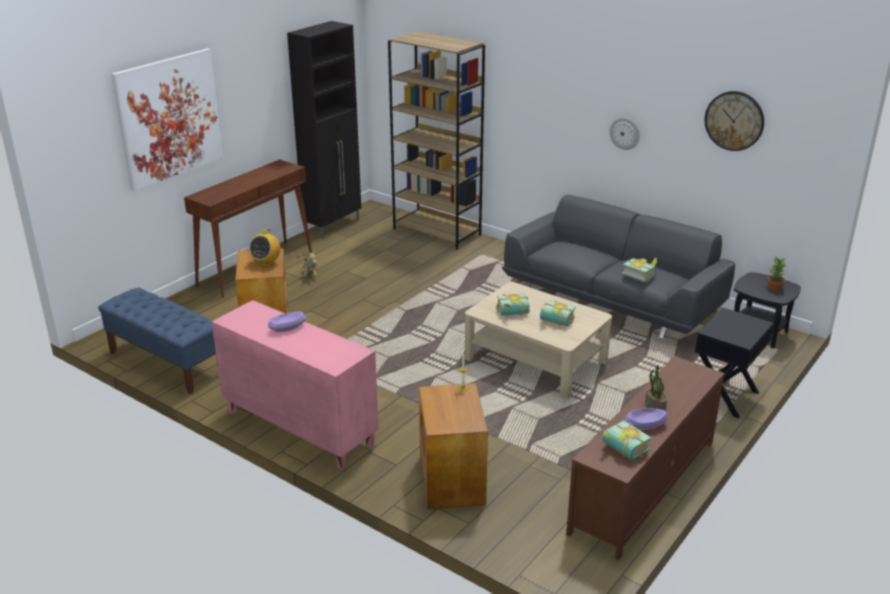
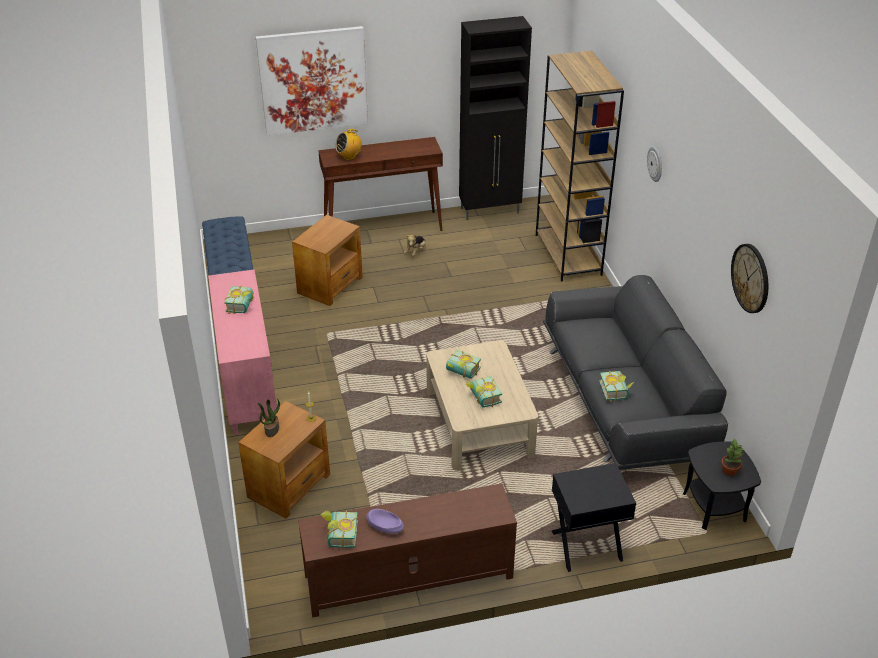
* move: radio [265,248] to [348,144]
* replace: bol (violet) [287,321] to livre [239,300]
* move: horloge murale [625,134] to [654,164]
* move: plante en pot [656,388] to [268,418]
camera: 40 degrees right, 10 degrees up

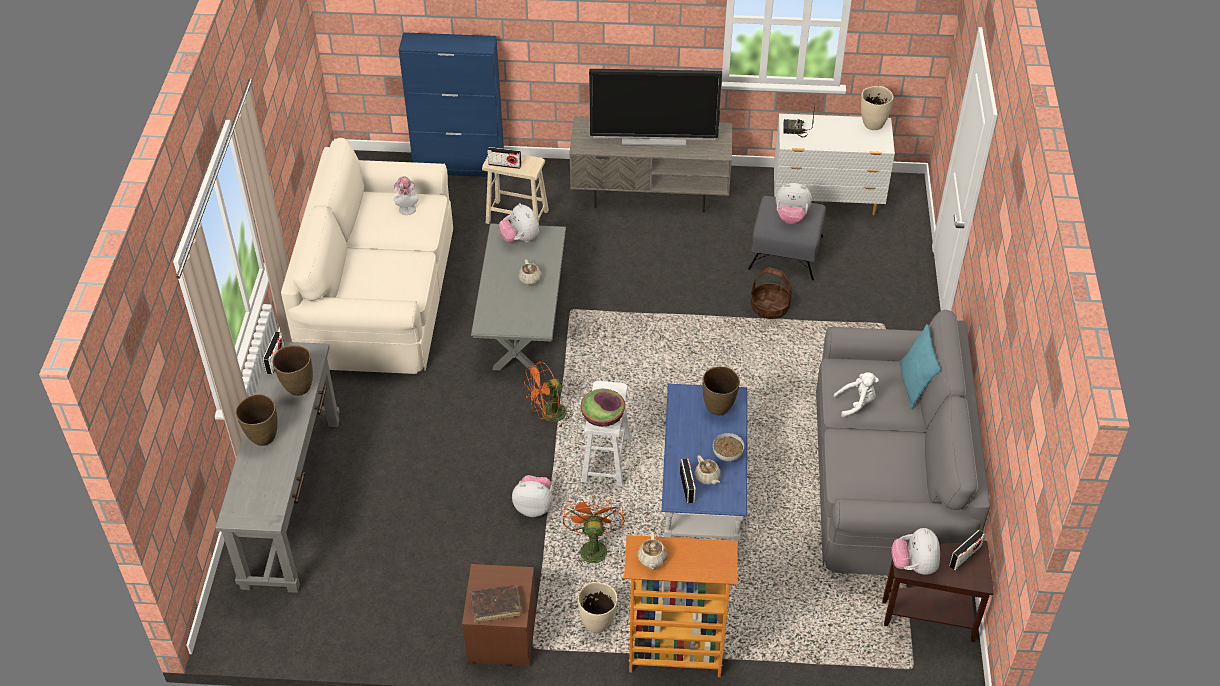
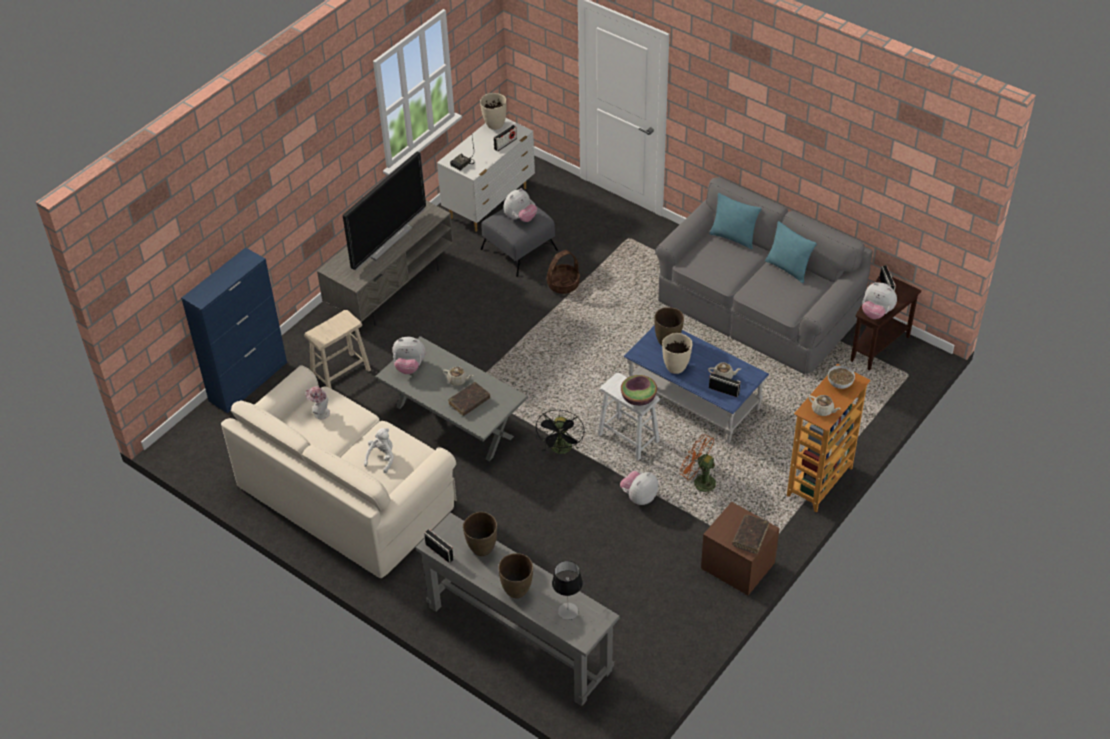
* move: radio [504,158] to [505,138]
* recolor: ventilateur (orange) [548,394] to ventilateur (noir) [560,431]
* move: vase (beige) [597,607] to [677,353]
* move: bol [728,447] to [841,377]
* move: peluche (blanc) [856,394] to [379,450]
* insert: livre (marron) [469,399]
* insert: lampe de table [567,590]
* insert: coussin (turquoise) [791,252]
camera: 55 degrees left, 0 degrees up

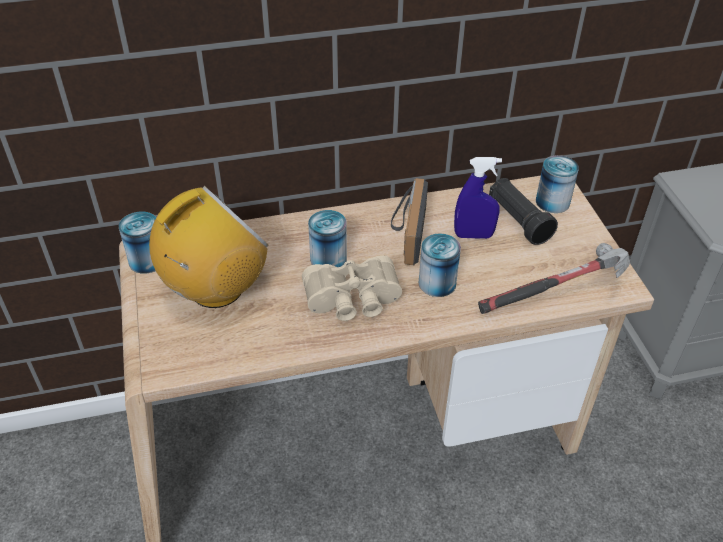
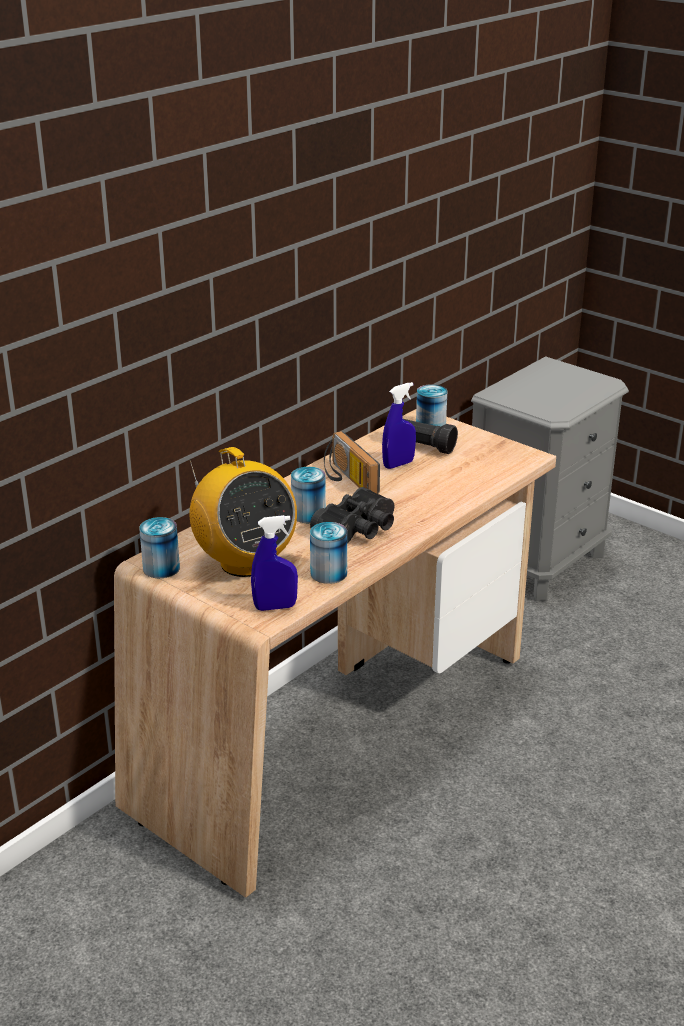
* rotate: radio [208,247] = [243,512] 135 degrees clockwise
* recolor: jumelles (beige) [352,288] to jumelles (noir) [352,515]
* move: boîte métallique [440,265] to [328,553]
* delete: marteau [554,278]
* insert: vaporisateur (bleu) [274,563]
camera: 35 degrees left, 15 degrees down

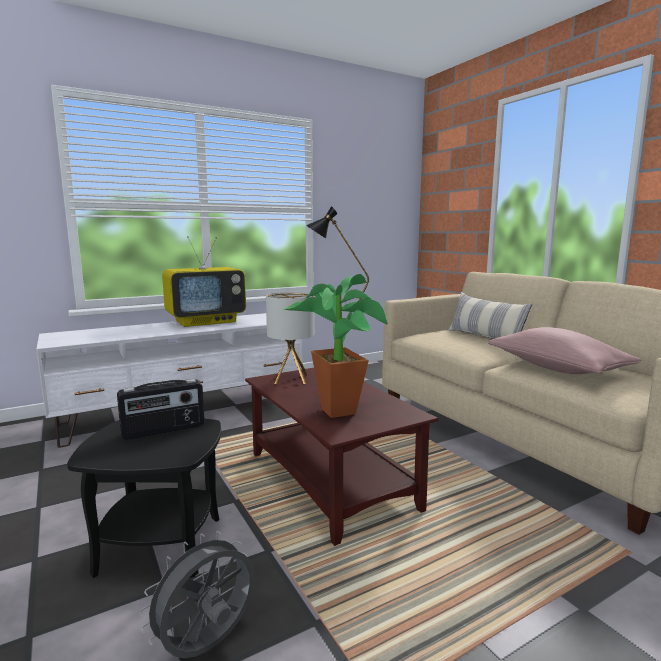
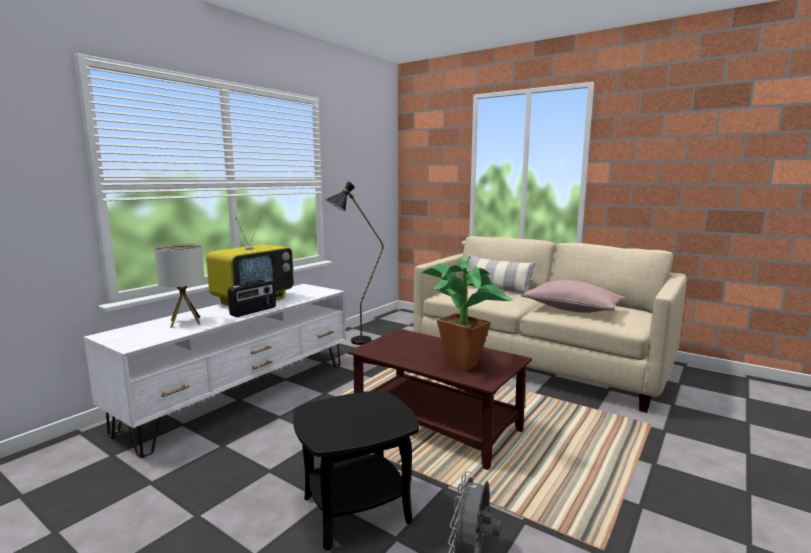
* move: radio [161,409] to [252,298]
* move: lampe de table [290,338] to [179,286]
camera: 25 degrees left, 0 degrees up

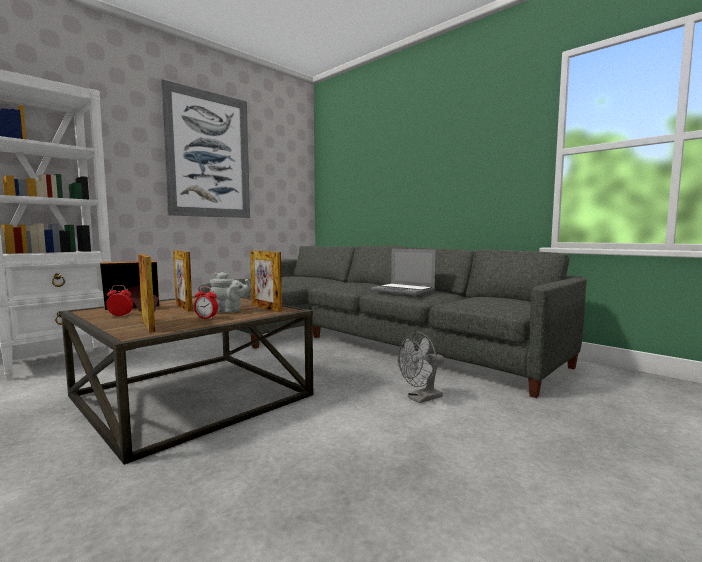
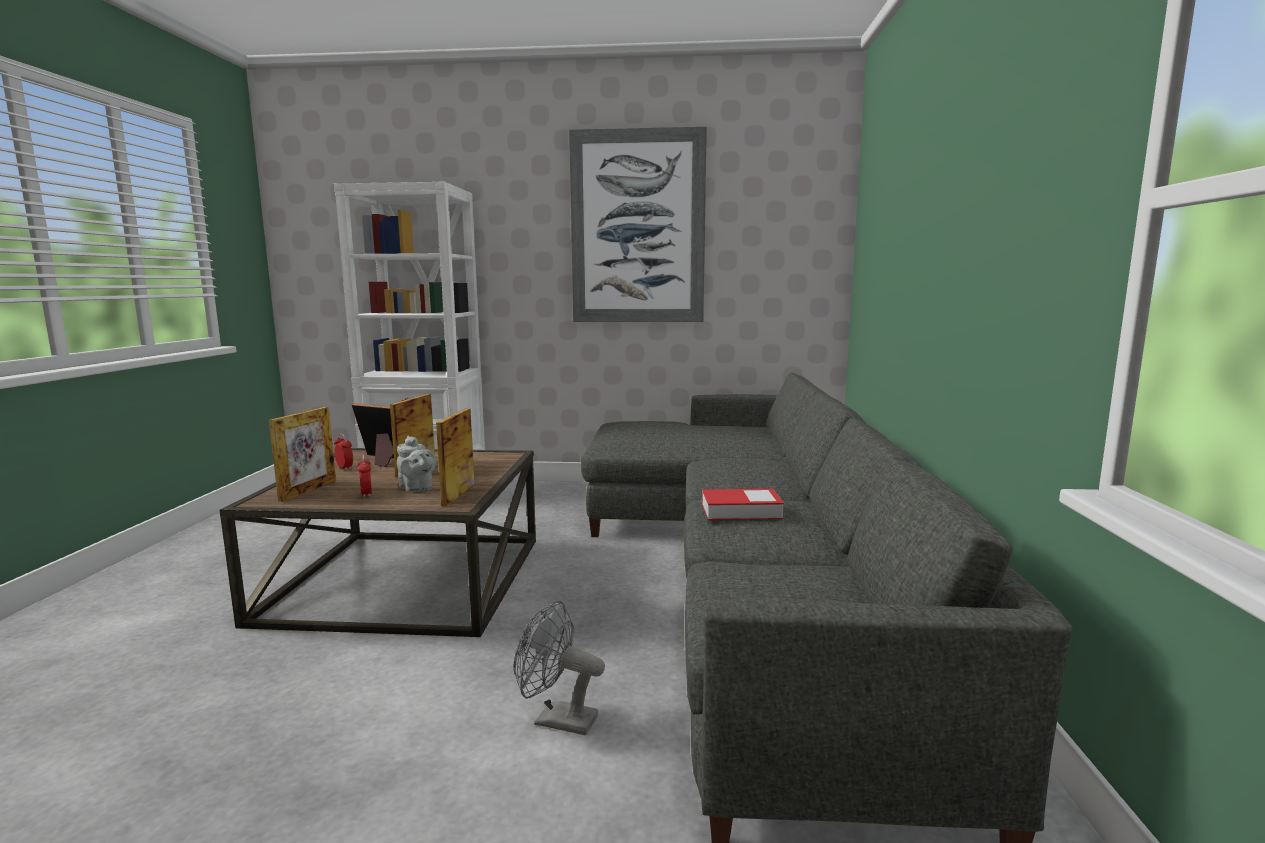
* replace: ordinateur portable [403,272] to livre [743,504]
camera: 50 degrees right, 5 degrees up

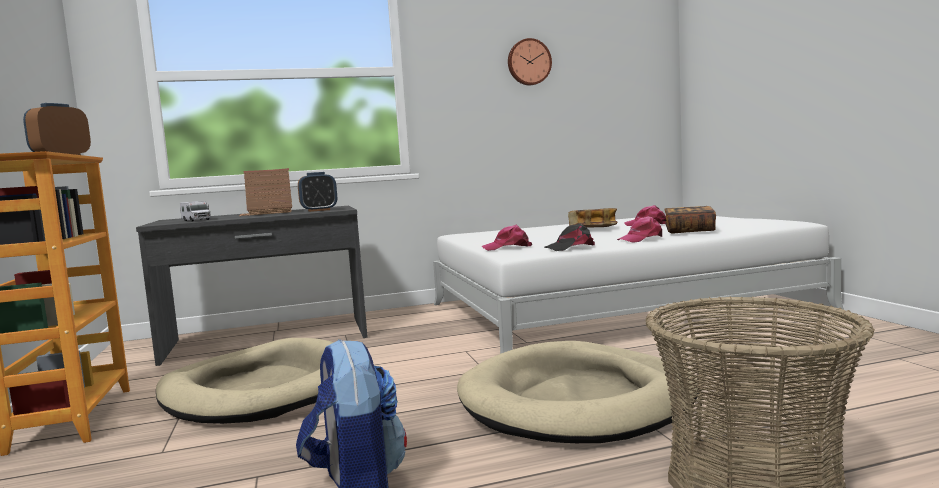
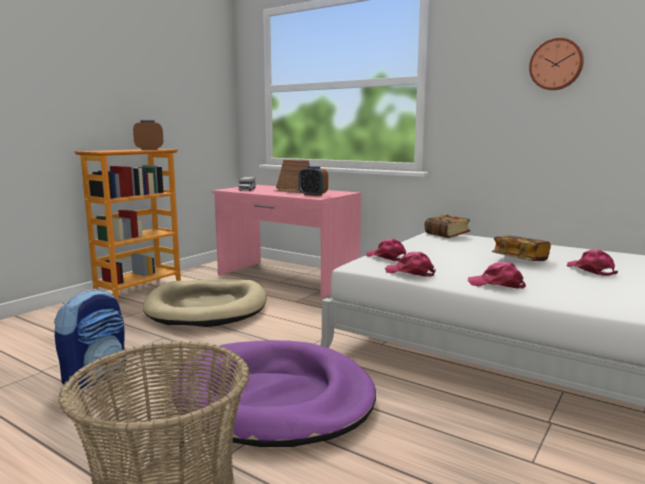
* recolor: bureau (gris) [252,286] to bureau (rose) [286,241]
* recolor: panier pour chien (beige) [577,392] to panier pour chien (violet) [274,393]
* recolor: casquette (noir) [569,237] to casquette (rose) [410,264]
* move: livre [690,219] to [447,226]
camera: 50 degrees right, 5 degrees up

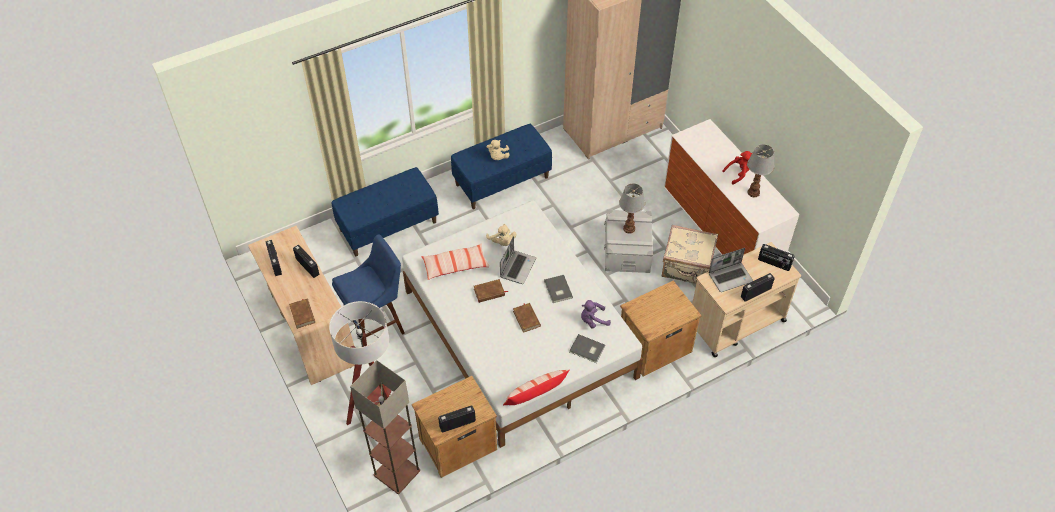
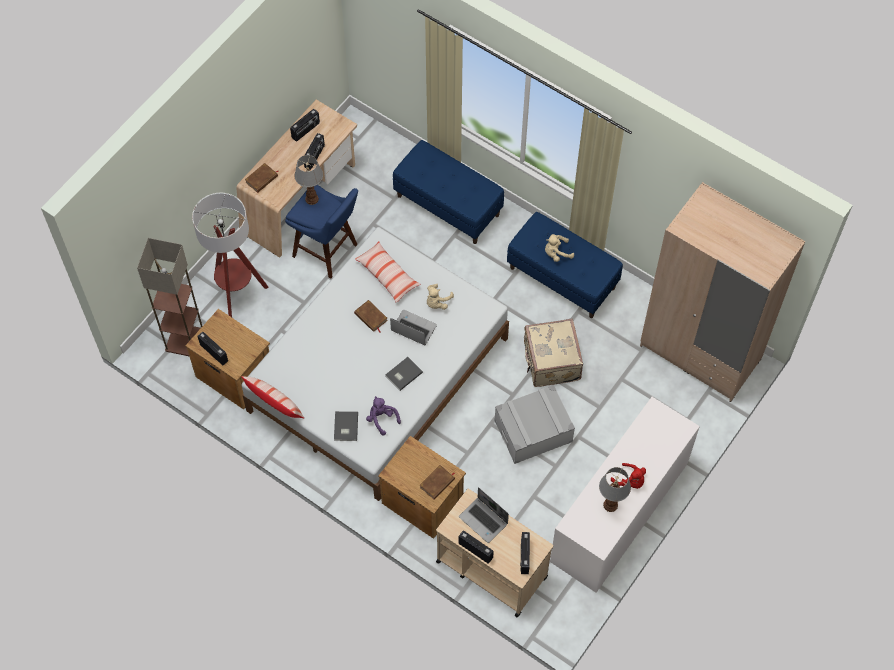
* rotate: ordinateur portable [518,260] = [413,327] 150 degrees counterclockwise
* move: livre (marron) [527,318] to [437,482]
* move: lampe de table [632,208] to [308,180]
* move: valise (beige) [690,254] to [553,353]
camera: 65 degrees right, 10 degrees up

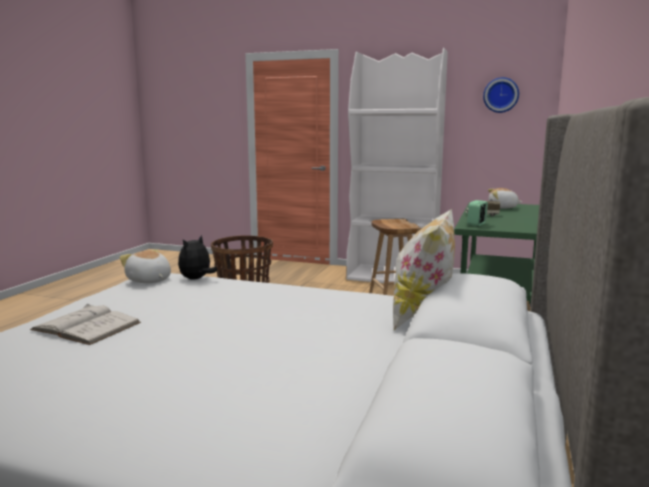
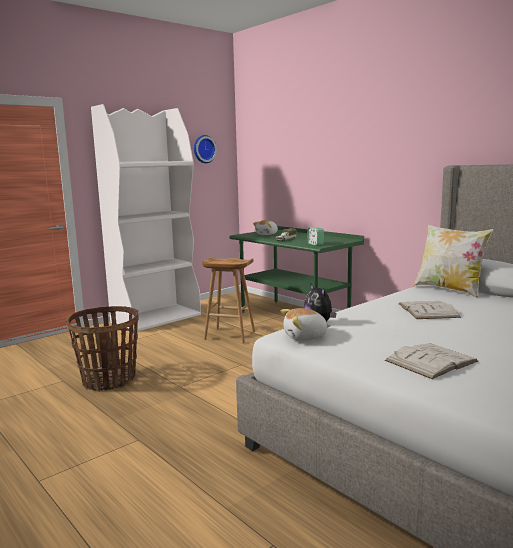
* insert: livre (blanc) [429,310]
camera: 60 degrees left, 0 degrees up

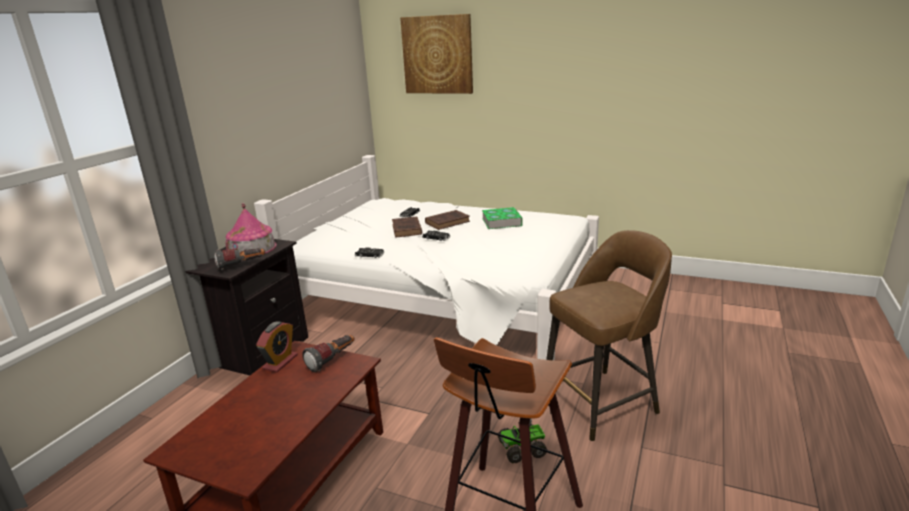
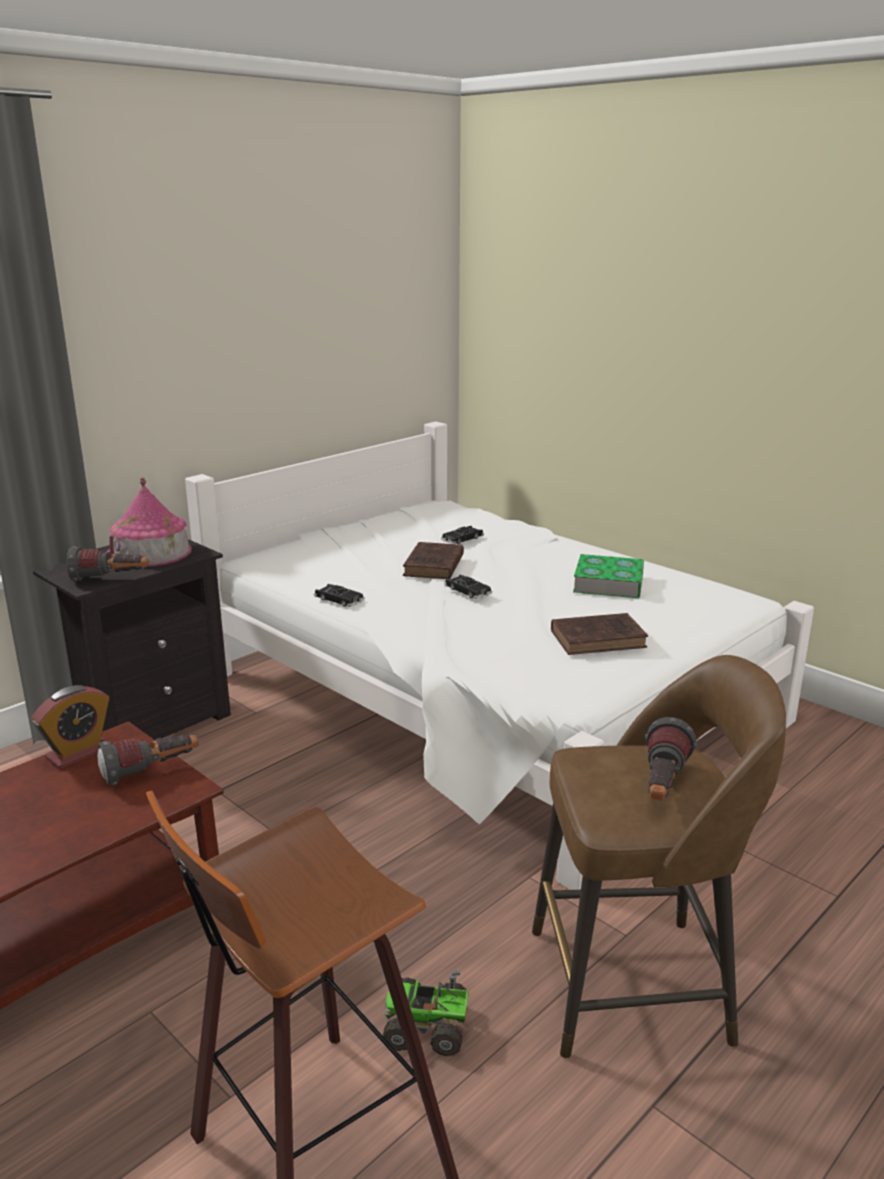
* delete: tableau [436,54]
* move: livre (marron) [447,220] to [599,634]
* insert: lampe de poche [671,759]
camera: 20 degrees right, 0 degrees up

